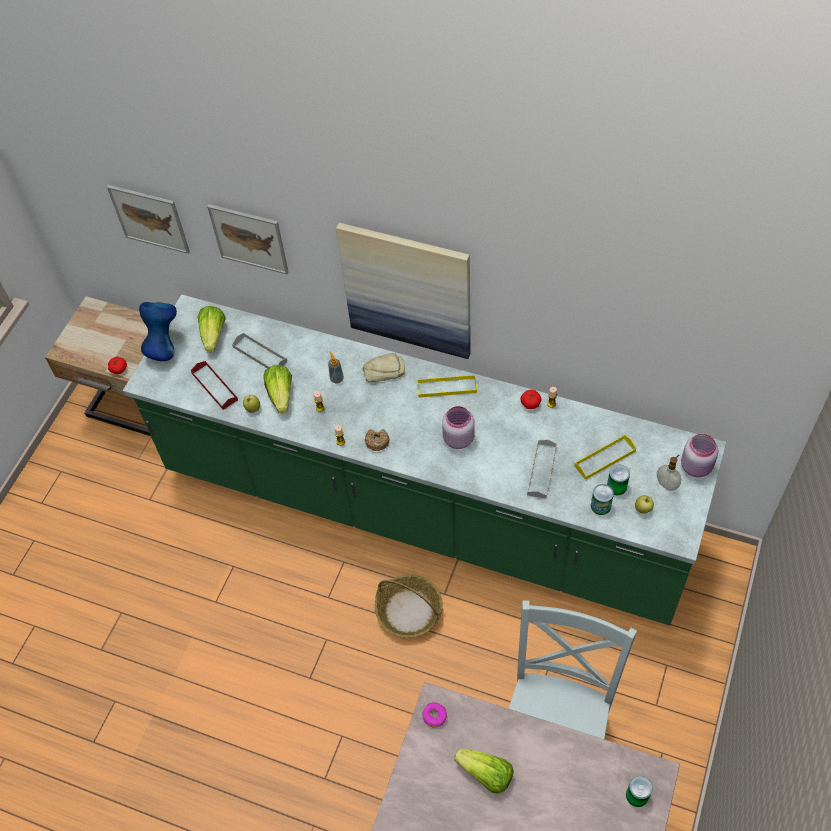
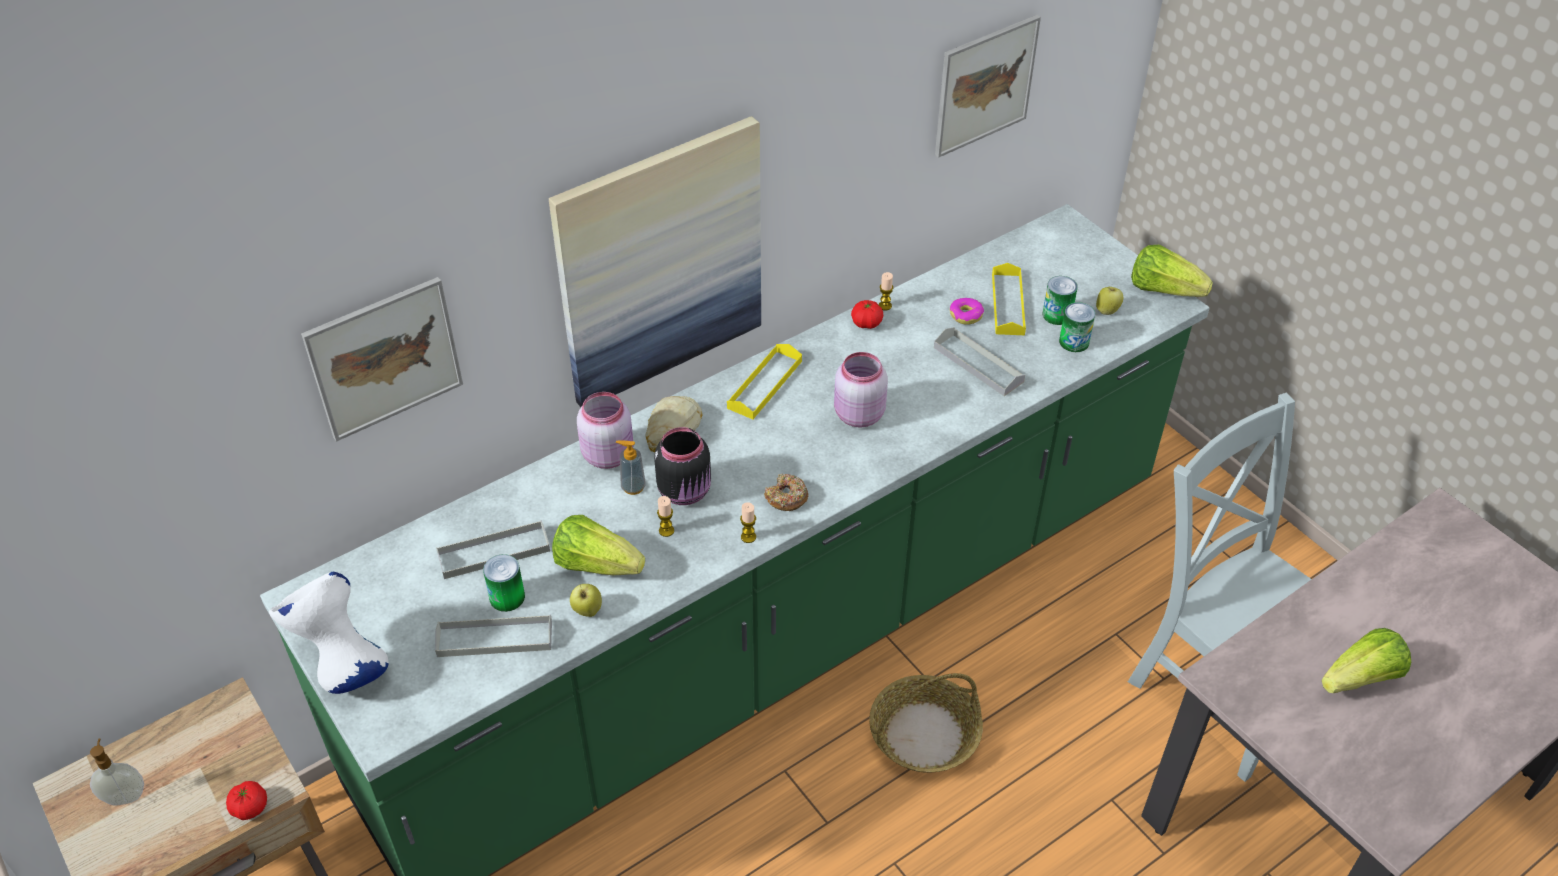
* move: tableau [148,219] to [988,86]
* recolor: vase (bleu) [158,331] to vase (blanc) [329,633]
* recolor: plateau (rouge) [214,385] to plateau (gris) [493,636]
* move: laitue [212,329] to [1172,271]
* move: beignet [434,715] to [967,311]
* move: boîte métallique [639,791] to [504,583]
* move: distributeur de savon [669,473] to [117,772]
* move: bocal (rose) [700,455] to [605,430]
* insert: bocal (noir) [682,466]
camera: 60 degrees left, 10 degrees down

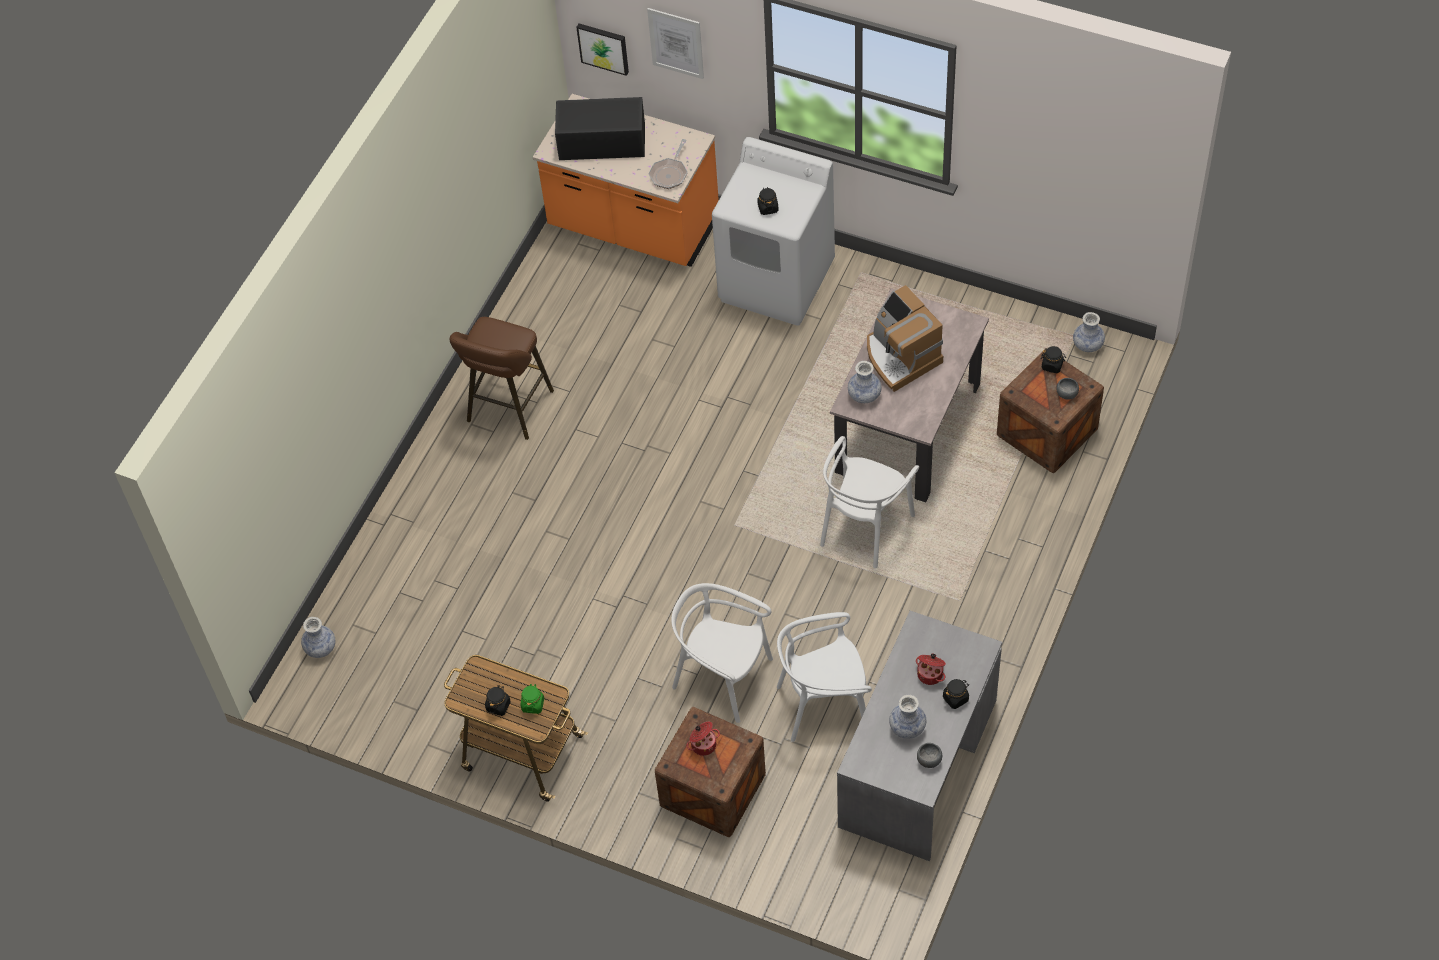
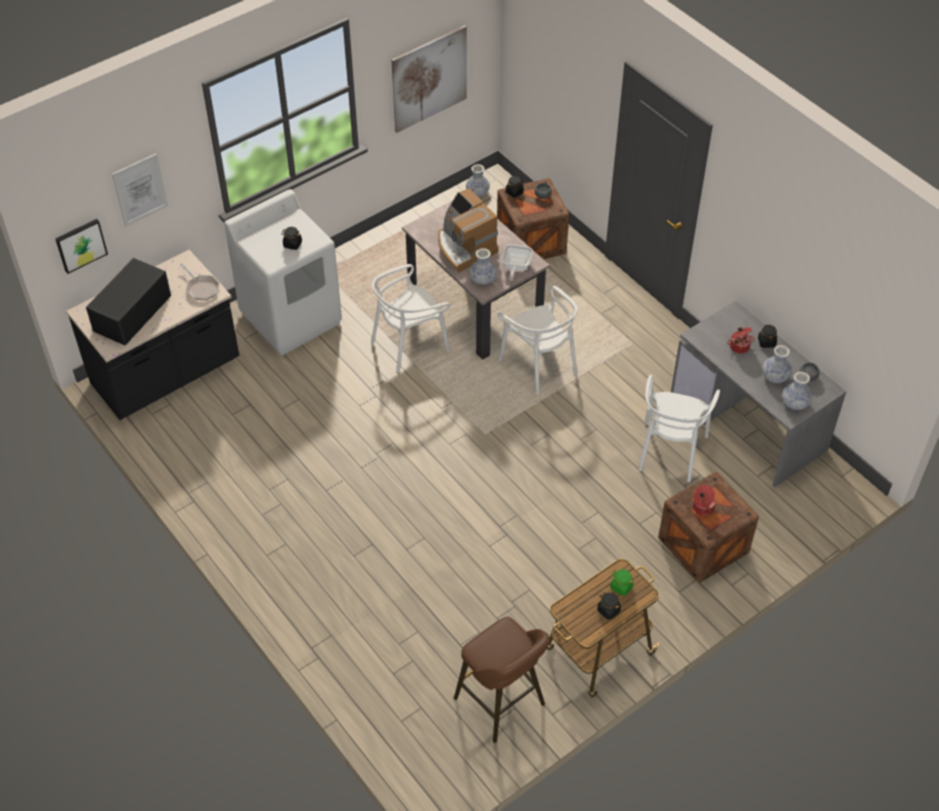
* move: vase [318,637] to [797,390]
* move: tabouret (marron) [501,378] to [502,680]
* recolor: comptoir de cuisine (orange) [626,180] to comptoir de cuisine (noir) [152,335]
* move: chaise (blanc) [722,653] to [410,318]
* rotate: machine à café [905,338] = [468,230] 60 degrees clockwise
* insert: tableau [429,79]
* insert: poêle [517,262]
camera: 65 degrees left, 5 degrees down

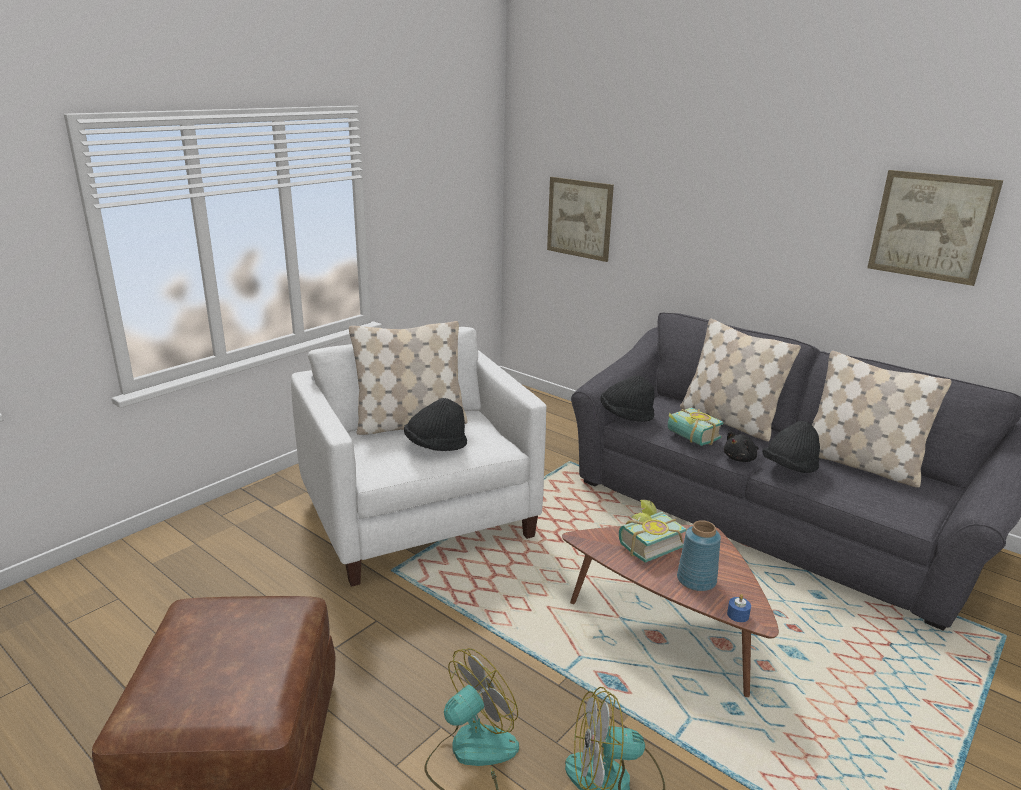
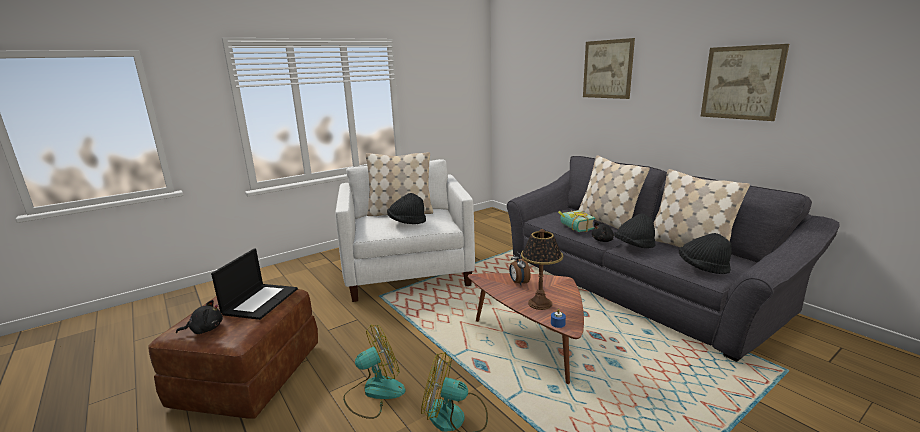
* move: tableau [580,219] to [609,68]
* move: chapeau (noir) [627,399] to [705,253]
* replace: livre [652,531] to réveil [520,268]
* replace: vase (bleu) [699,555] to lampe de table [542,269]
* insert: peluche (noir) [199,317]
* insert: ordinateur portable [254,284]
camera: 15 degrees right, 5 degrees down

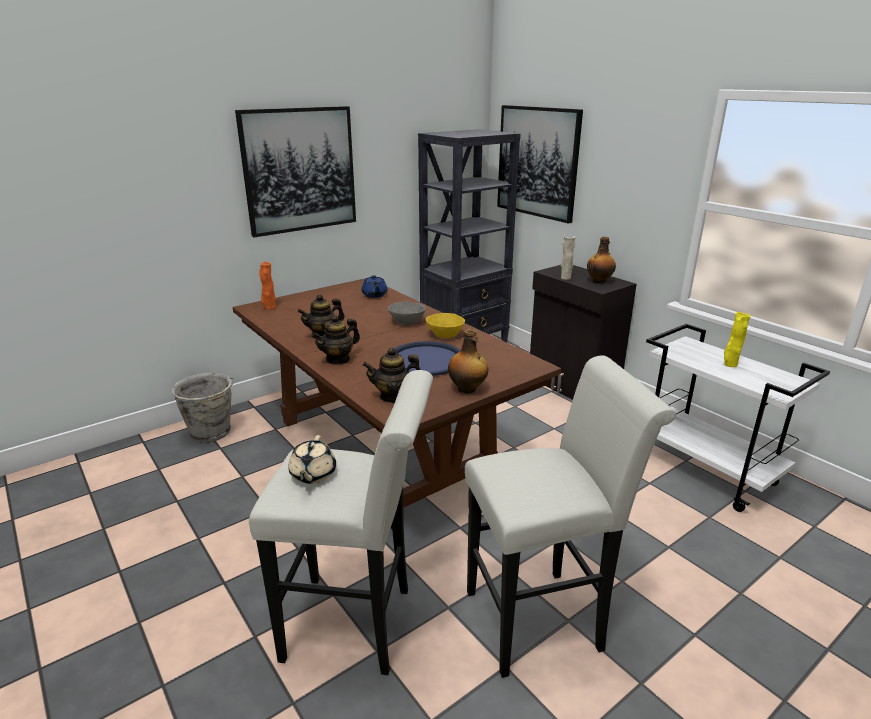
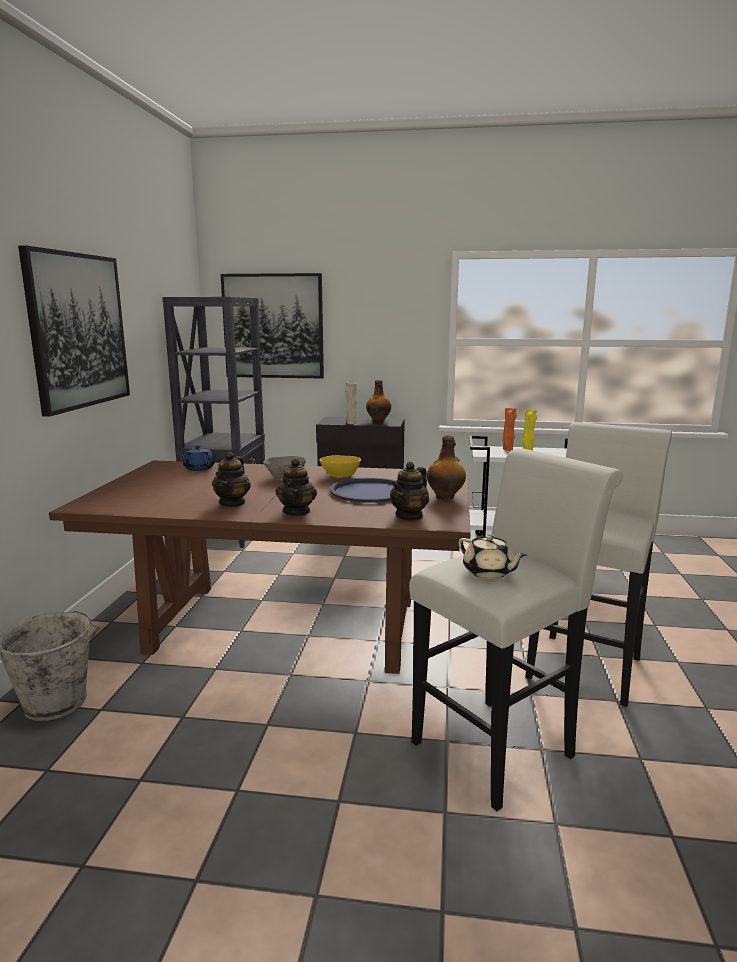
* move: vase (orange) [267,286] to [510,429]
camera: 45 degrees left, 10 degrees down

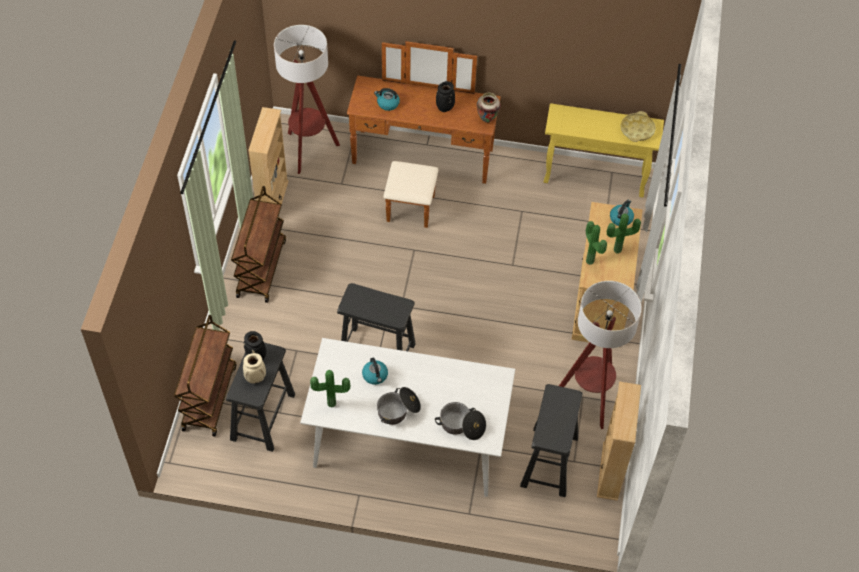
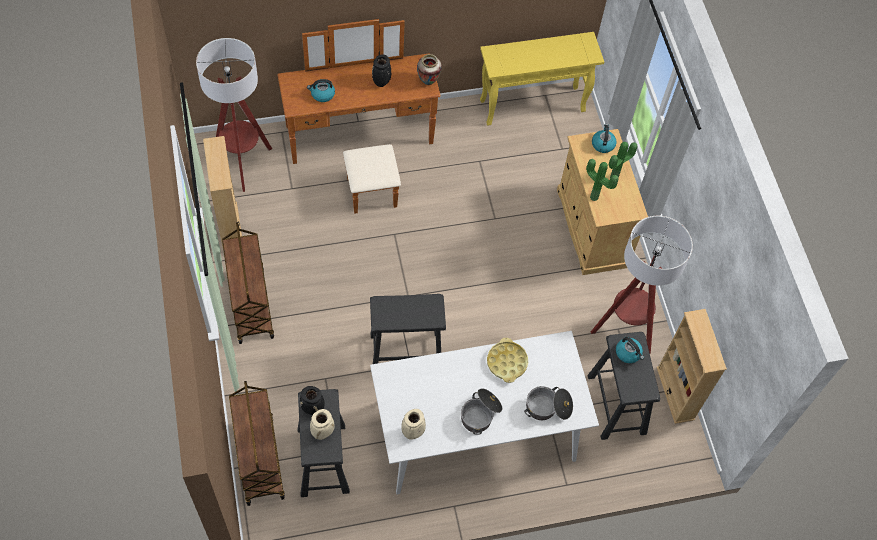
* replace: plante en pot [330,389] to vase (beige) [413,424]
* move: bouilloire [375,371] to [630,350]
* move: plateau (jaune) [638,126] to [507,360]
camera: 25 degrees left, 5 degrees up

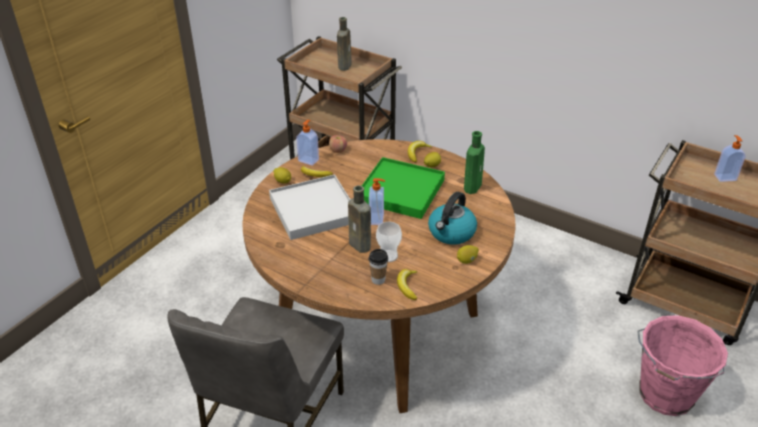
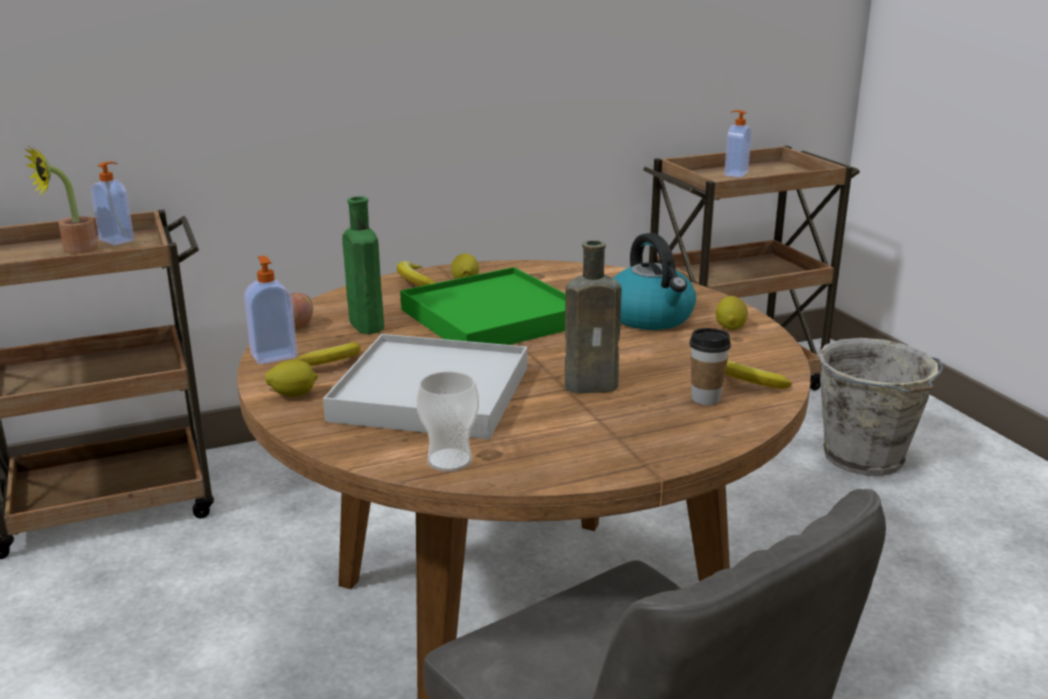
* replace: bouteille (marron) [344,44] to plante en pot [61,199]
* move: distributeur de savon [377,201] to [112,203]
* move: tasse [389,242] to [447,421]
* move: bouteille (vert) [474,162] to [363,265]
* recolor: seau (rose) [683,365] to seau (gris) [880,407]
camera: 55 degrees left, 15 degrees down

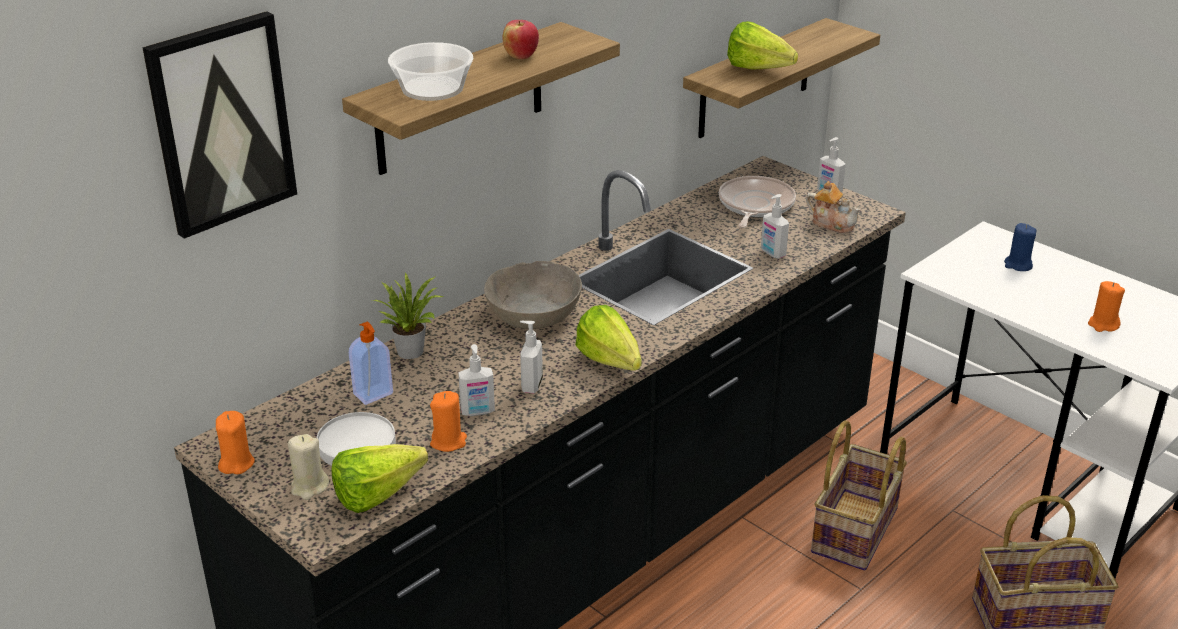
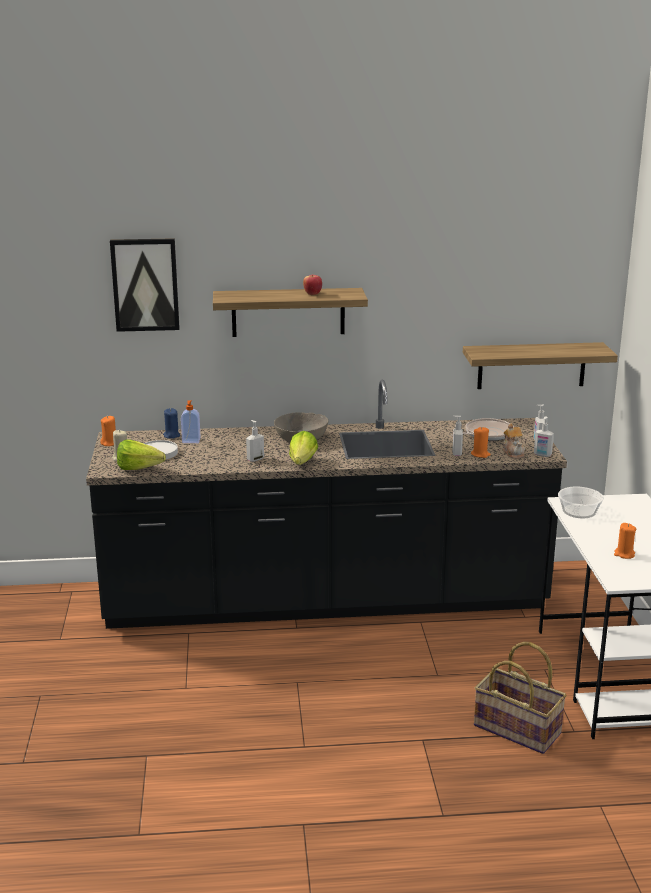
* delete: plante en pot [408,315]
* move: bol [430,71] to [581,502]
* move: bougie (orange) [448,421] to [481,442]
* move: distributeur de savon [476,380] to [544,436]
* delete: laitue [762,45]
* delete: panier [859,495]
* move: bougie (bleu) [1020,247] to [171,423]
camera: 40 degrees right, 10 degrees down

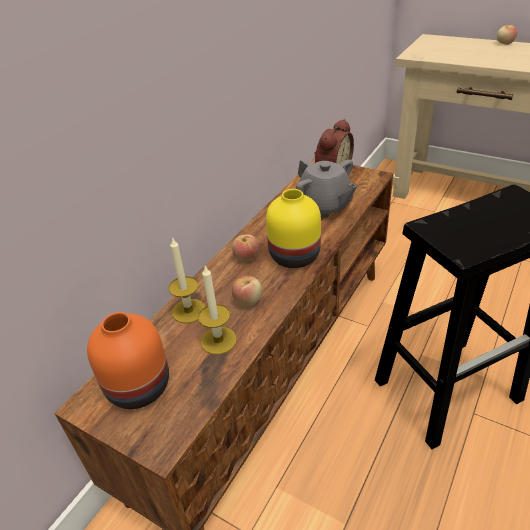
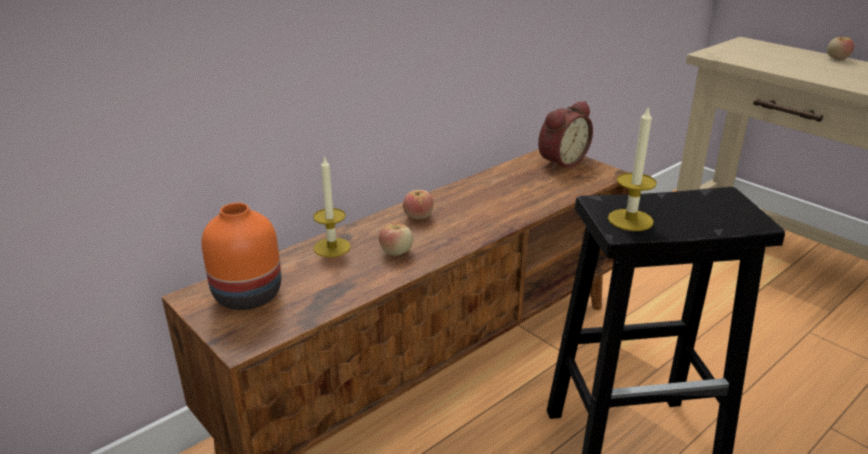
* move: bougie [217,310] to [632,168]
* delete: vase (jaune) [293,228]
* delete: théière (gris) [326,188]
camera: 15 degrees right, 10 degrees down

